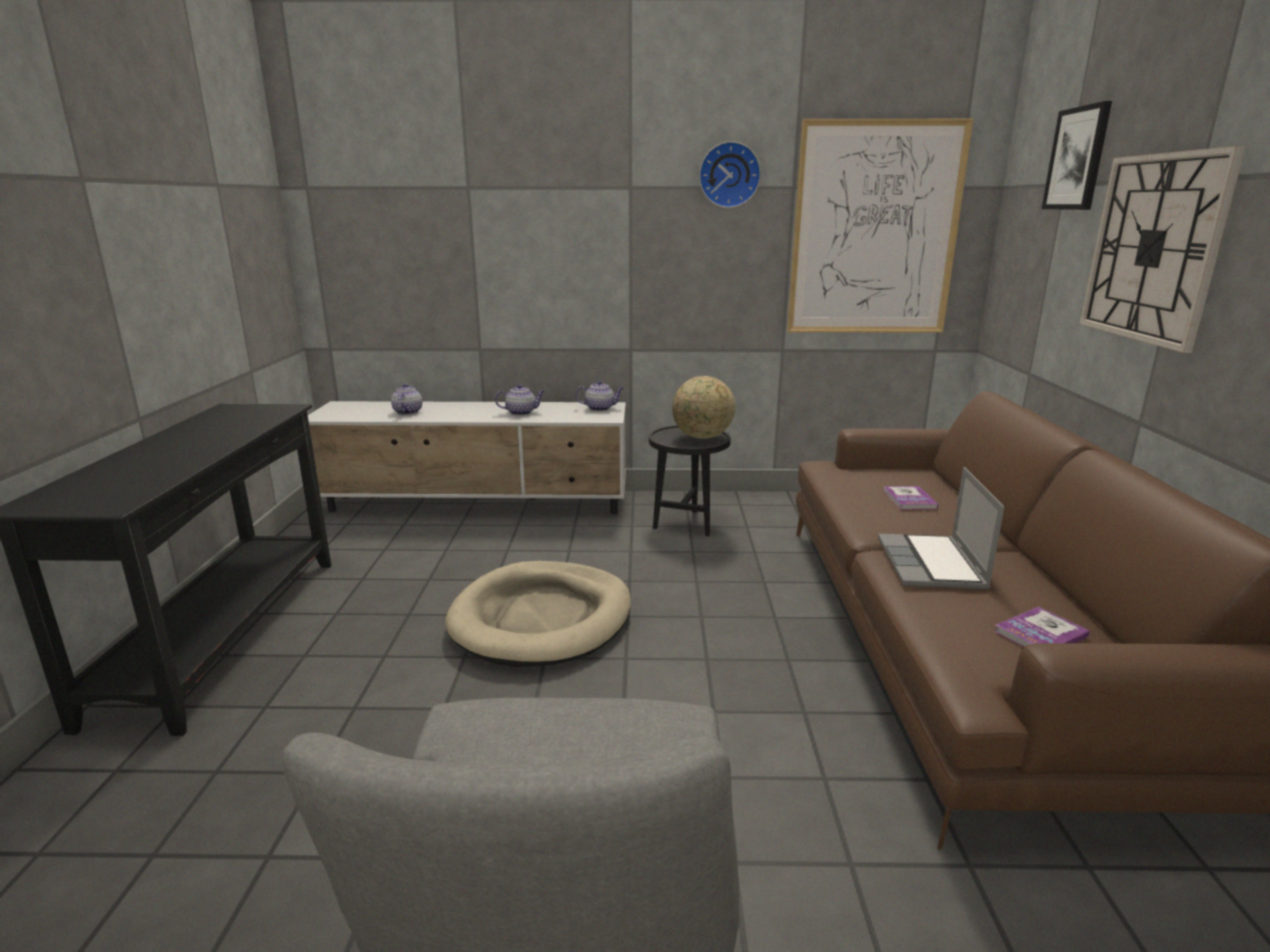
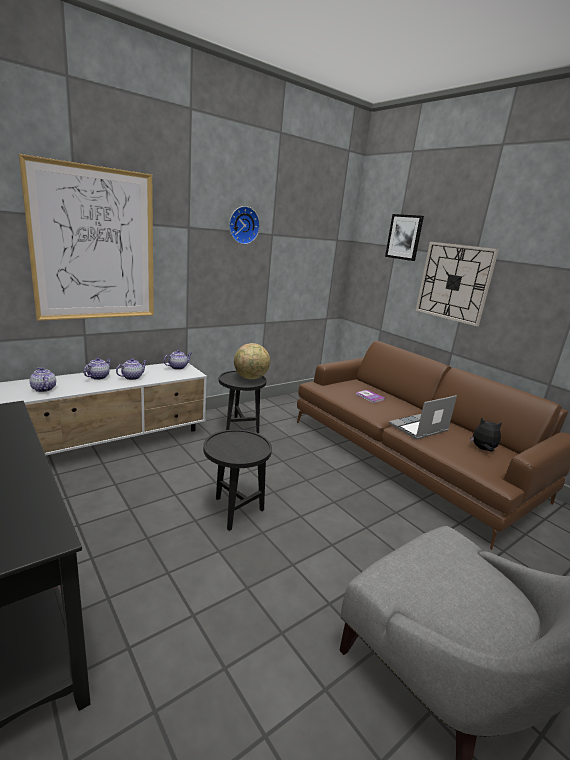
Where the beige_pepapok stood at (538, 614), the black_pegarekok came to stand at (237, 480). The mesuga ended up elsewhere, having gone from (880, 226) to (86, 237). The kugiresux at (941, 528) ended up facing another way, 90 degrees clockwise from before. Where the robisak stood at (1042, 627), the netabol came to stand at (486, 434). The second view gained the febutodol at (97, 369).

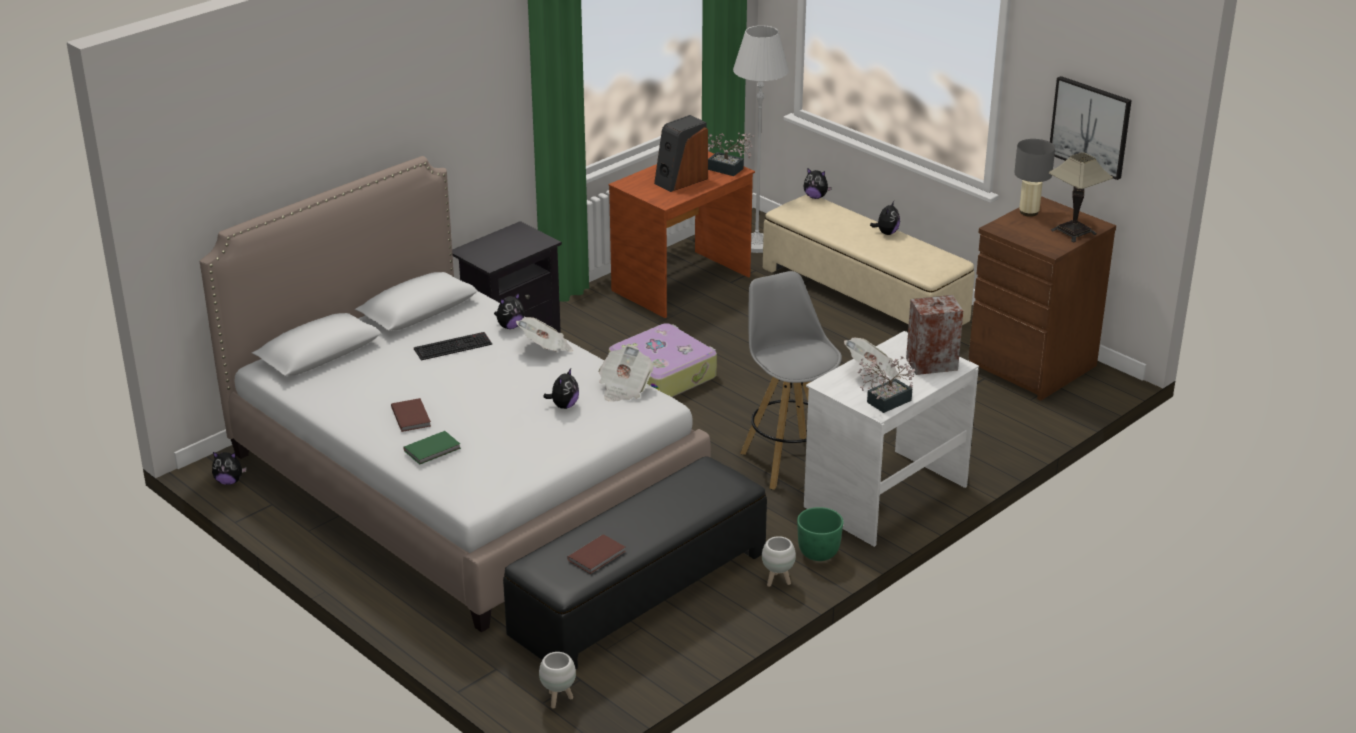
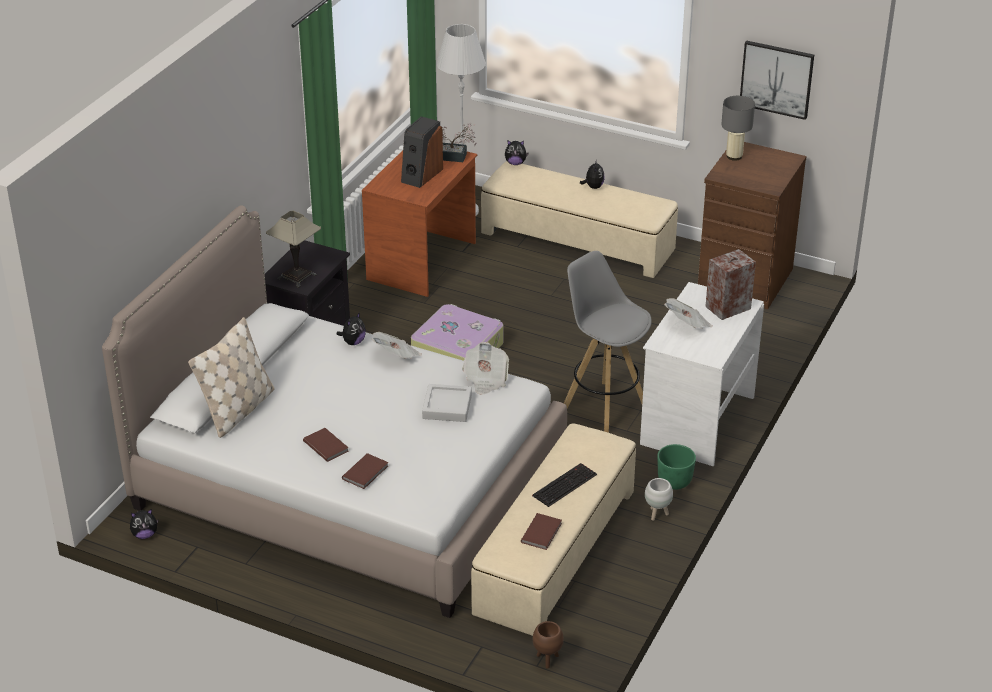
What was the green_robisak at (432, 448) turned into the brown_robisak at (365, 471). The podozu ended up elsewhere, having gone from (453, 346) to (564, 485). What was the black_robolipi at (635, 563) turned into the beige_robolipi at (553, 529). What was the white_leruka at (557, 680) turned into the brown_leruka at (548, 645). Where the netabol stood at (561, 388), the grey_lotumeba came to stand at (447, 403). The second view lost the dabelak at (886, 384). The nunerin ended up elsewhere, having gone from (1081, 197) to (293, 249). The second view gained the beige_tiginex at (231, 377).

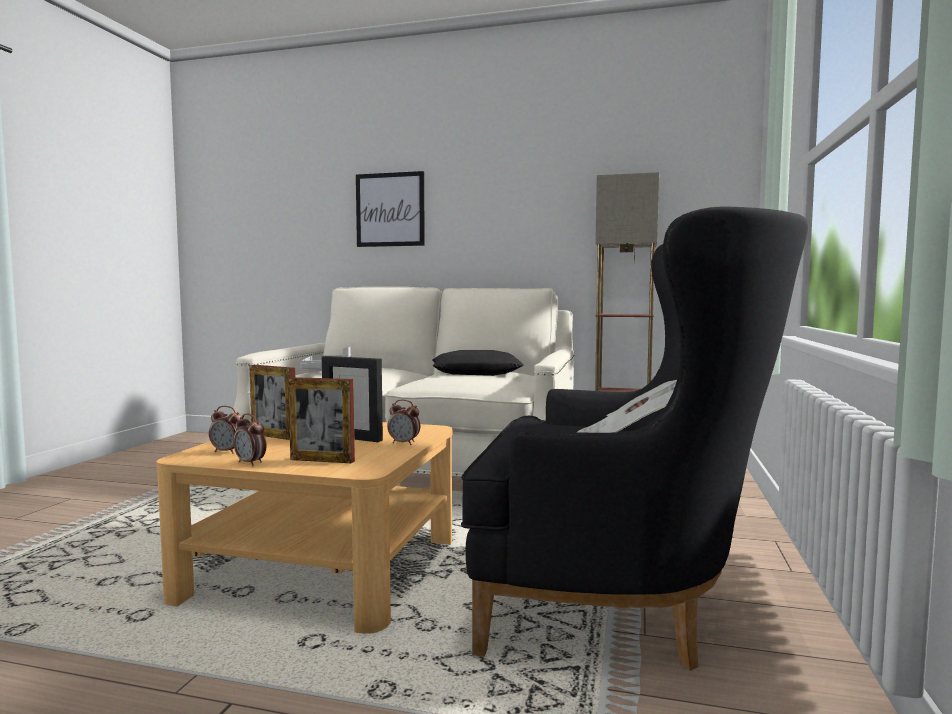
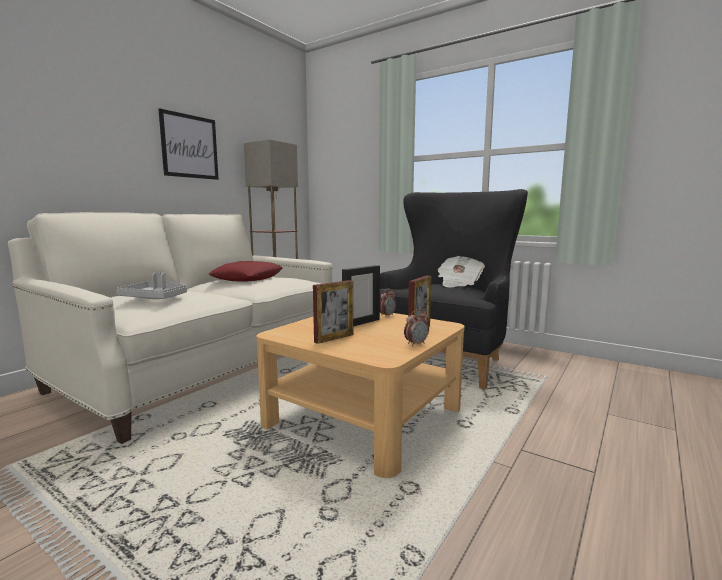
The second view lost the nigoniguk at (225, 430). The mesuga ended up elsewhere, having gone from (390, 209) to (188, 144). What was the black_tiginex at (478, 363) turned into the red_tiginex at (245, 271).

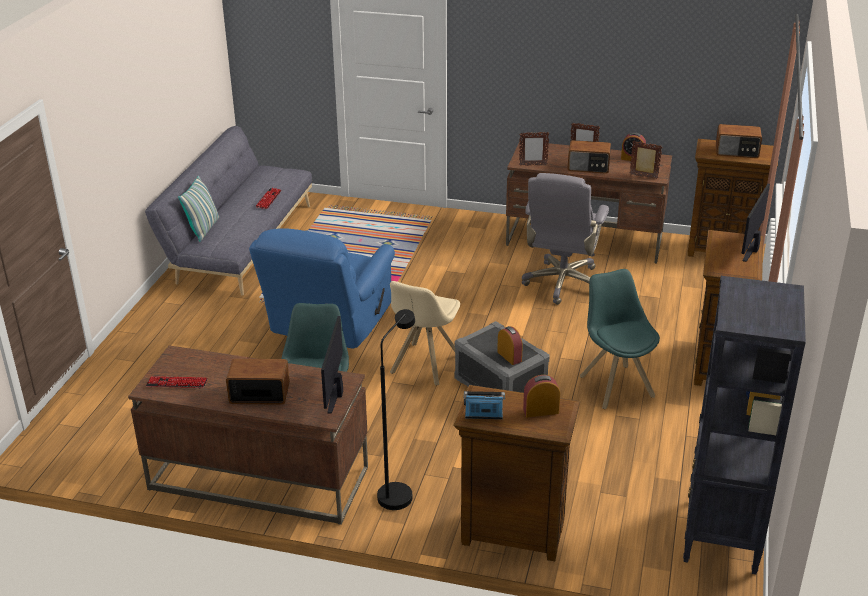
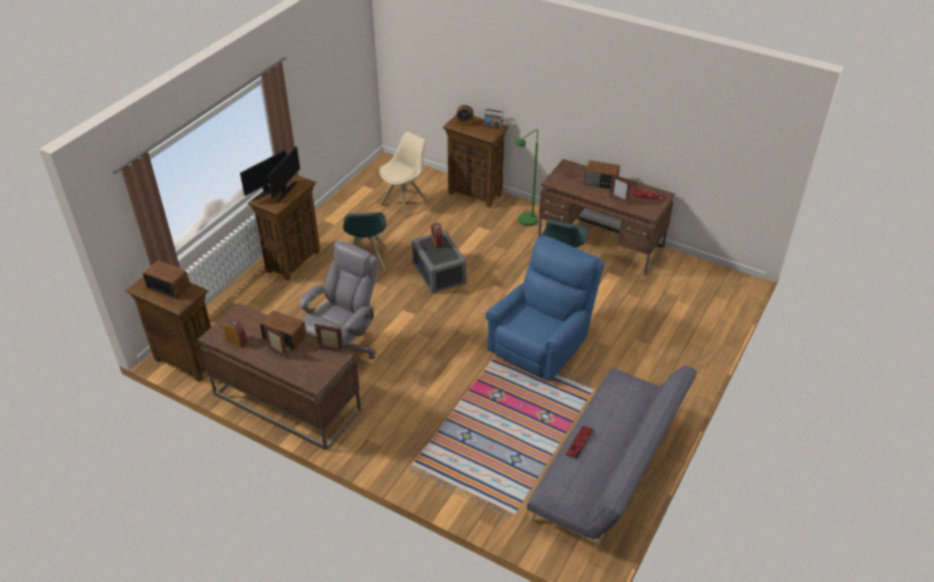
The second view lost the tiginex at (198, 208). The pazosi ended up elsewhere, having gone from (332, 365) to (284, 174). What was the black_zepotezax at (396, 409) turned into the green_zepotezax at (526, 177). The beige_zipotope ended up elsewhere, having gone from (425, 333) to (403, 175). The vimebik ended up elsewhere, having gone from (646, 160) to (620, 189). The second view lost the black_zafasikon at (744, 425).

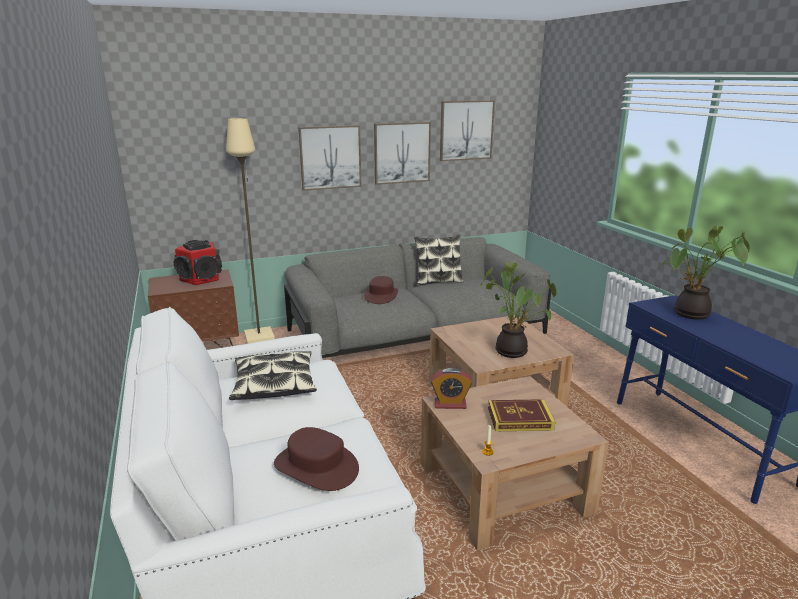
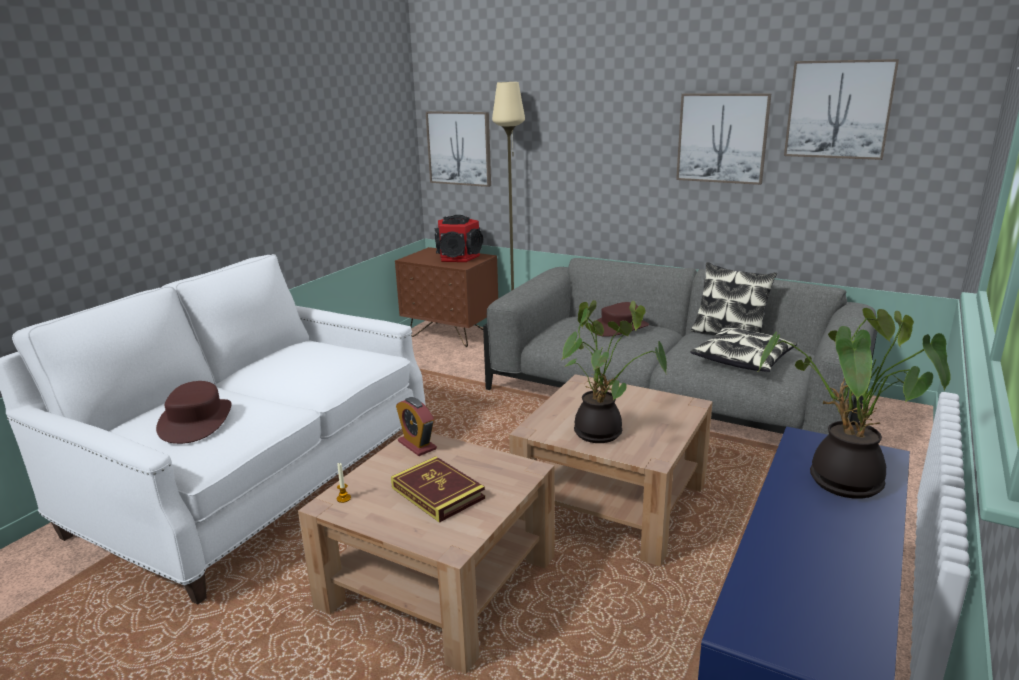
The tiginex ended up elsewhere, having gone from (273, 375) to (743, 350). The mesuga ended up elsewhere, having gone from (330, 158) to (458, 149).

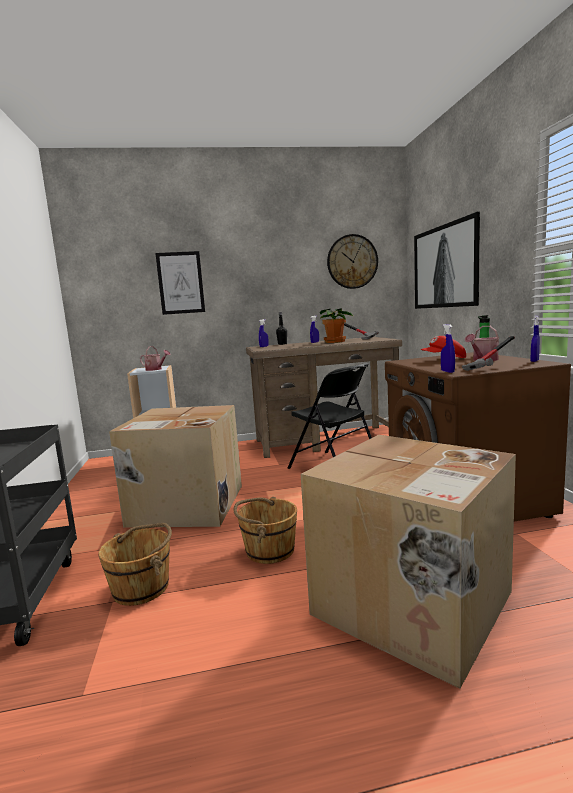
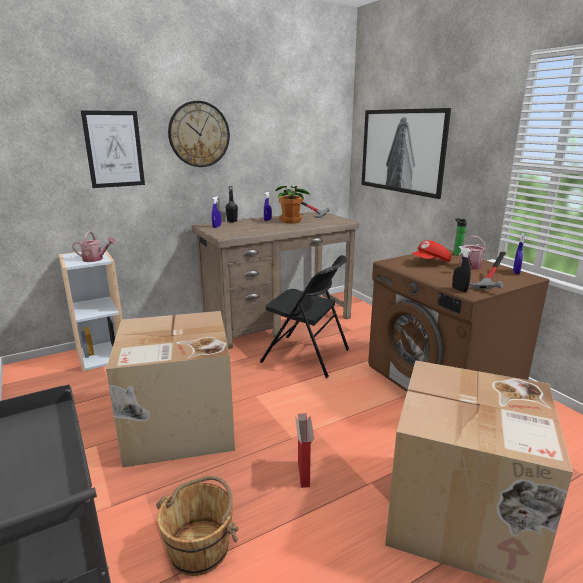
Where the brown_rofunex stood at (265, 530), the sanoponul came to stand at (304, 450). The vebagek ended up elsewhere, having gone from (352, 261) to (199, 134). What was the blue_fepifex at (448, 348) turned into the black_fepifex at (461, 269).

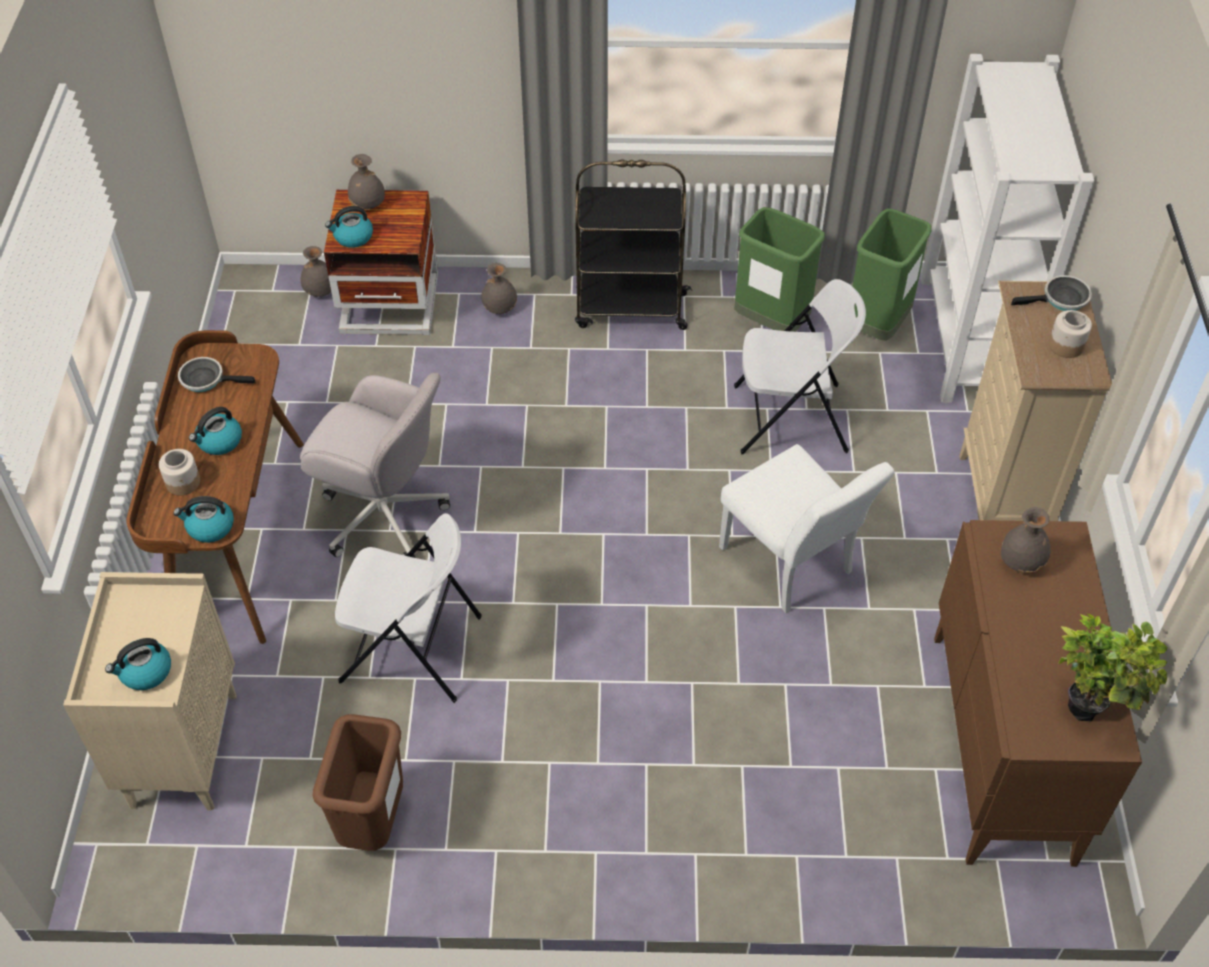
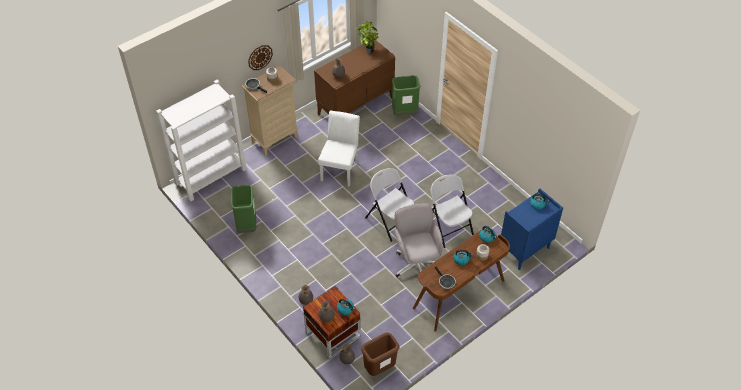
What was the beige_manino at (150, 691) turned into the blue_manino at (532, 229). The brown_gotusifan ended up elsewhere, having gone from (357, 782) to (380, 354). The second view lost the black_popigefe at (633, 244). The white_zipotope ended up elsewhere, having gone from (800, 367) to (389, 205). The green_gotusifan ended up elsewhere, having gone from (892, 275) to (406, 95). The second view gained the vebagek at (260, 57).

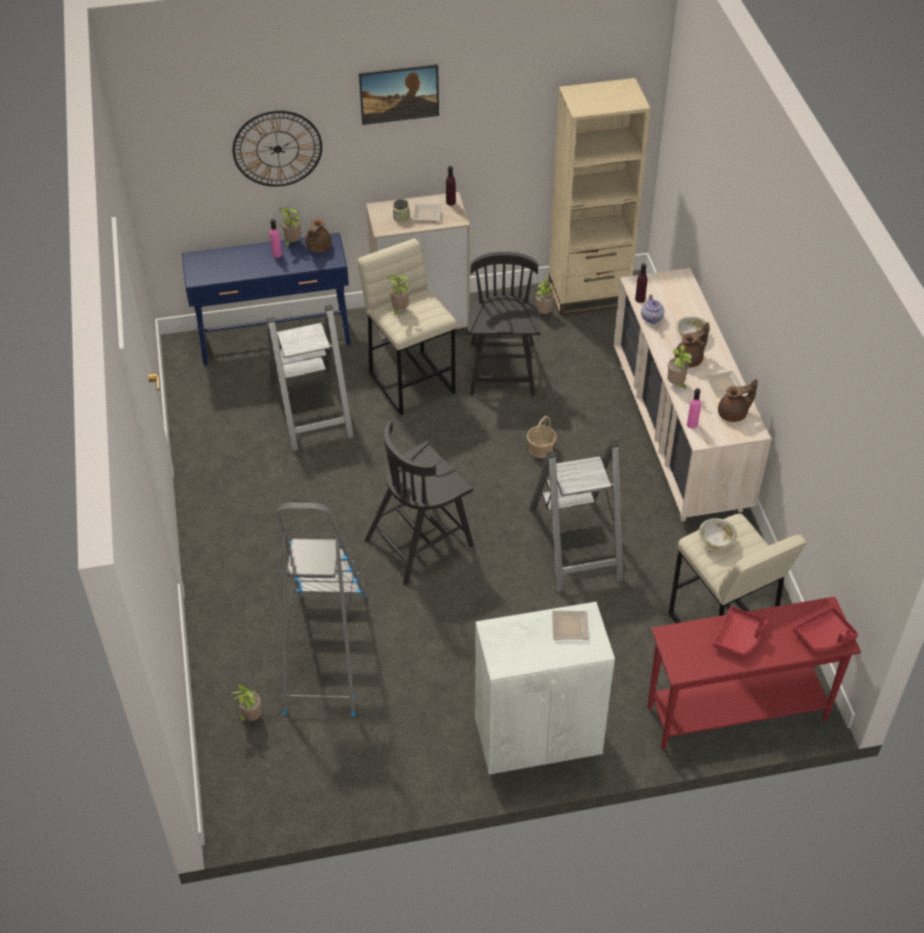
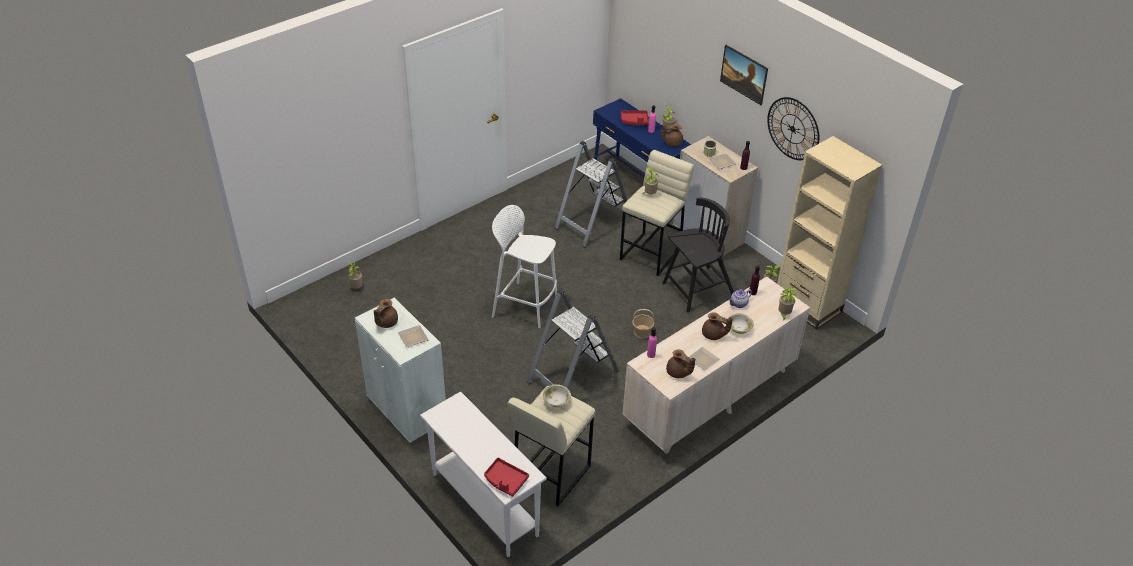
The vebagek ended up elsewhere, having gone from (277, 149) to (793, 128). The second view lost the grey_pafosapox at (322, 610). Where the black_zipotope stood at (419, 503), the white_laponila came to stand at (524, 266). What was the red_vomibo at (754, 673) turned into the white_vomibo at (483, 474). The dabelak ended up elsewhere, having gone from (679, 367) to (787, 304). The red_lotumeba ended up elsewhere, having gone from (740, 632) to (635, 117). The second view gained the brown_febutodol at (386, 313).

